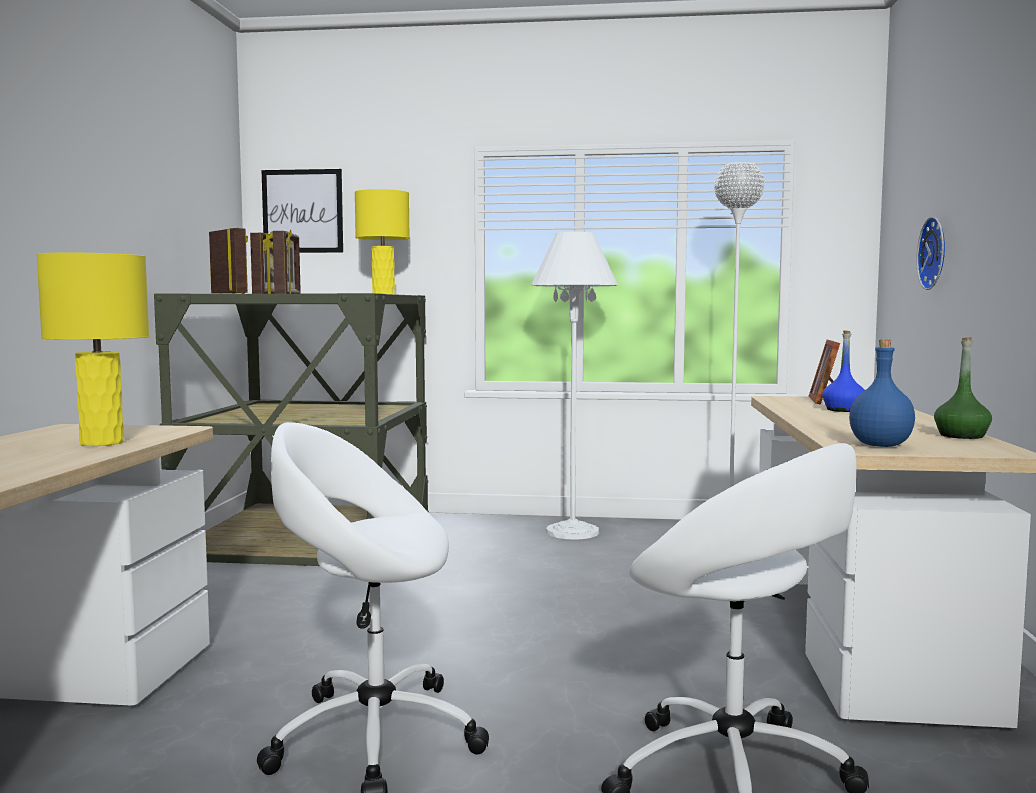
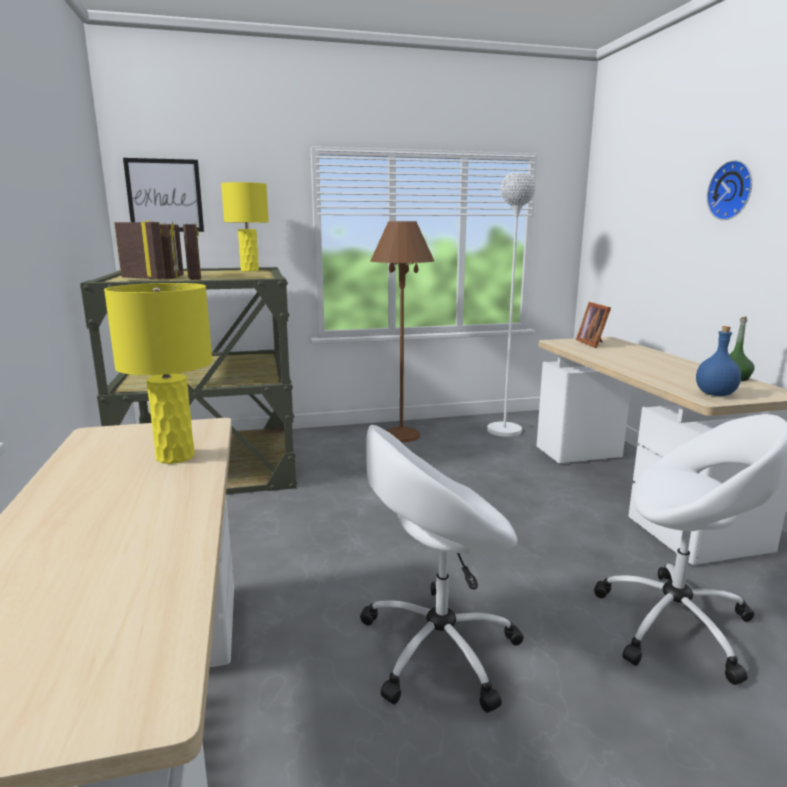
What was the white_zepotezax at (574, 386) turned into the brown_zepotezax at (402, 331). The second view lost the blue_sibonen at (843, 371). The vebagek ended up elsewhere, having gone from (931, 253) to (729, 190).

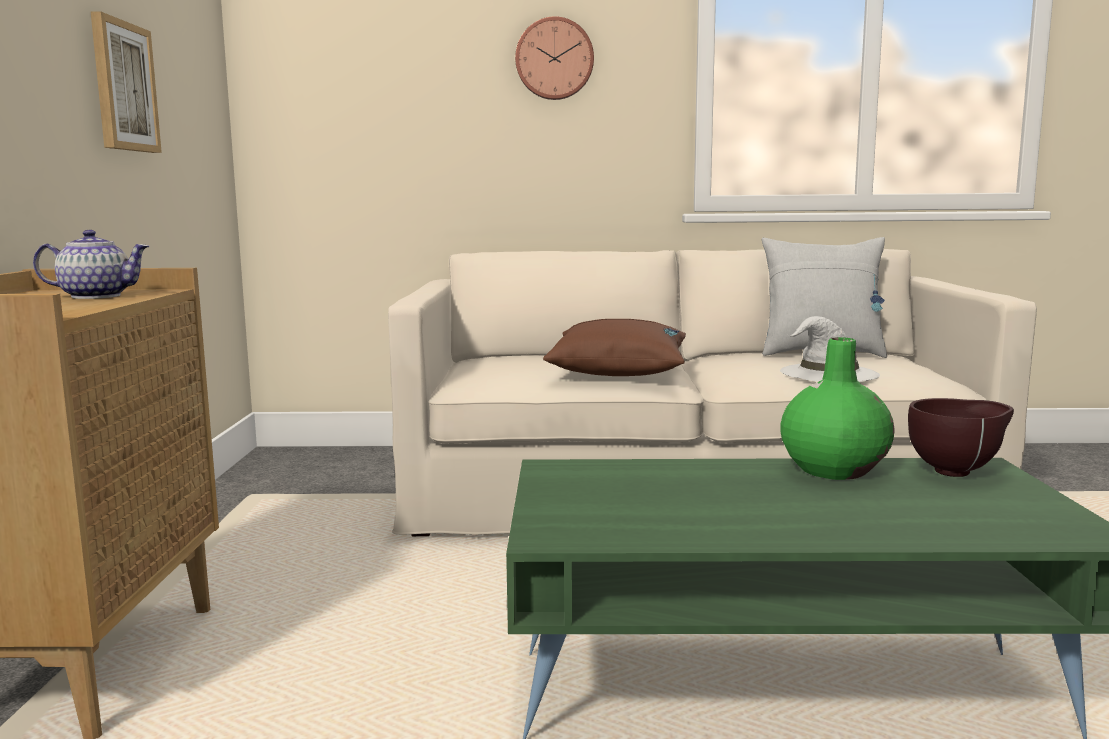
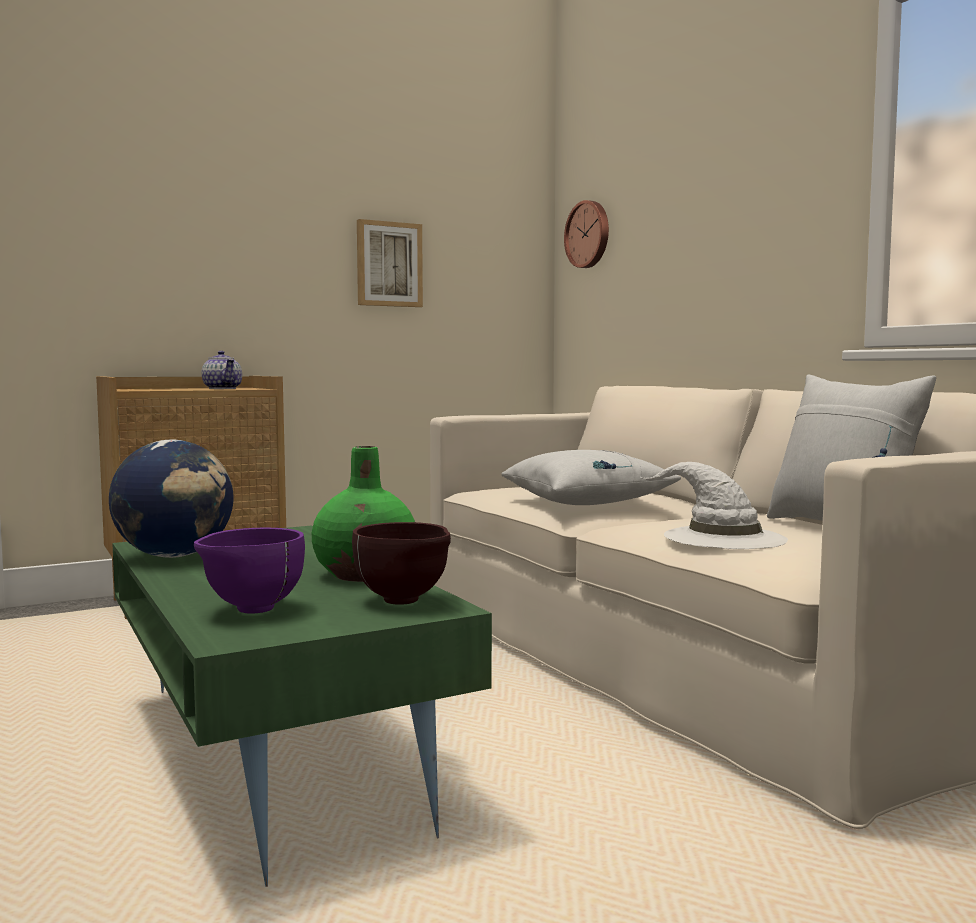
The vebagek ended up elsewhere, having gone from (554, 58) to (586, 234). What was the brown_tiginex at (614, 347) turned into the grey_tiginex at (591, 477). The second view gained the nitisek at (171, 499). The second view gained the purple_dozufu at (249, 570).

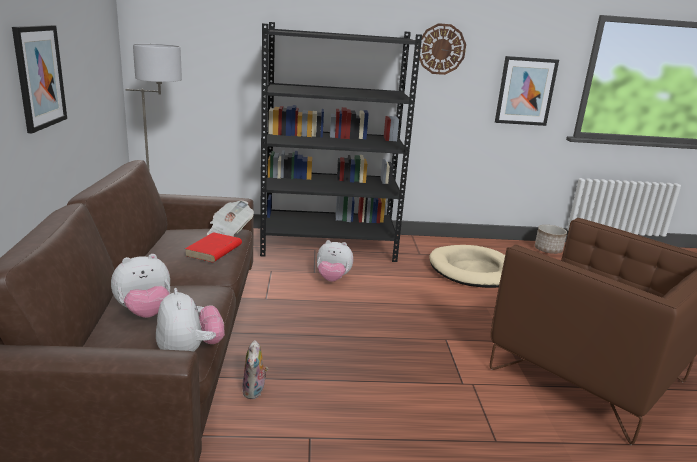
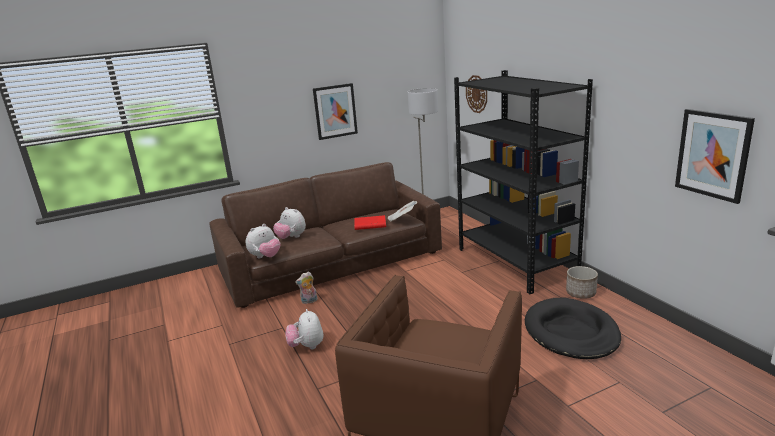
The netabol ended up elsewhere, having gone from (335, 261) to (304, 329). The vebagek ended up elsewhere, having gone from (443, 49) to (476, 94). What was the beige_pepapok at (467, 266) turned into the black_pepapok at (573, 328). The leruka ended up elsewhere, having gone from (551, 239) to (582, 282).

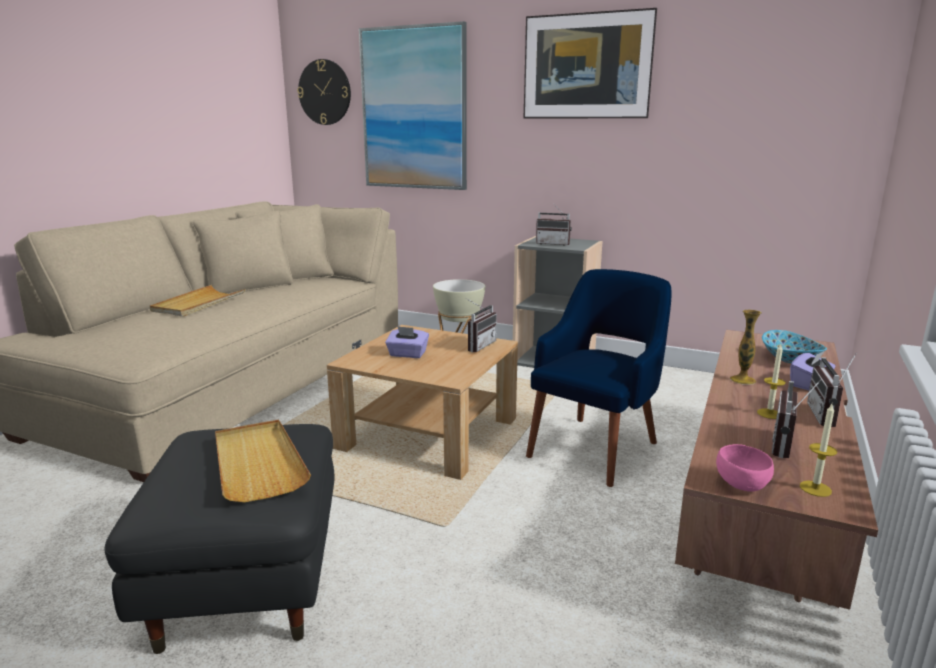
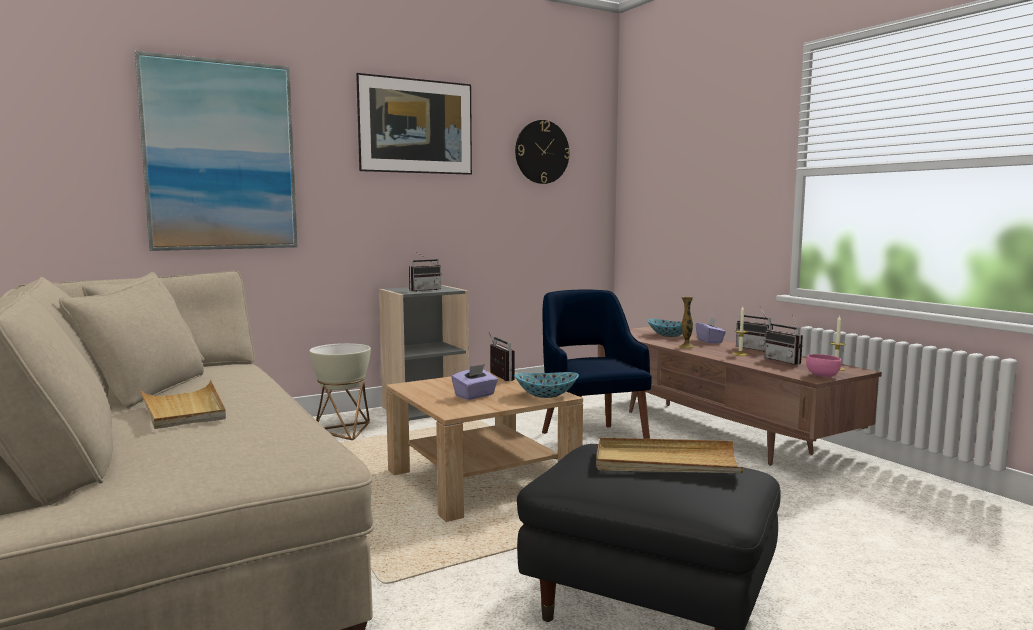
The vebagek ended up elsewhere, having gone from (324, 92) to (542, 152). The second view gained the dozufu at (546, 385).

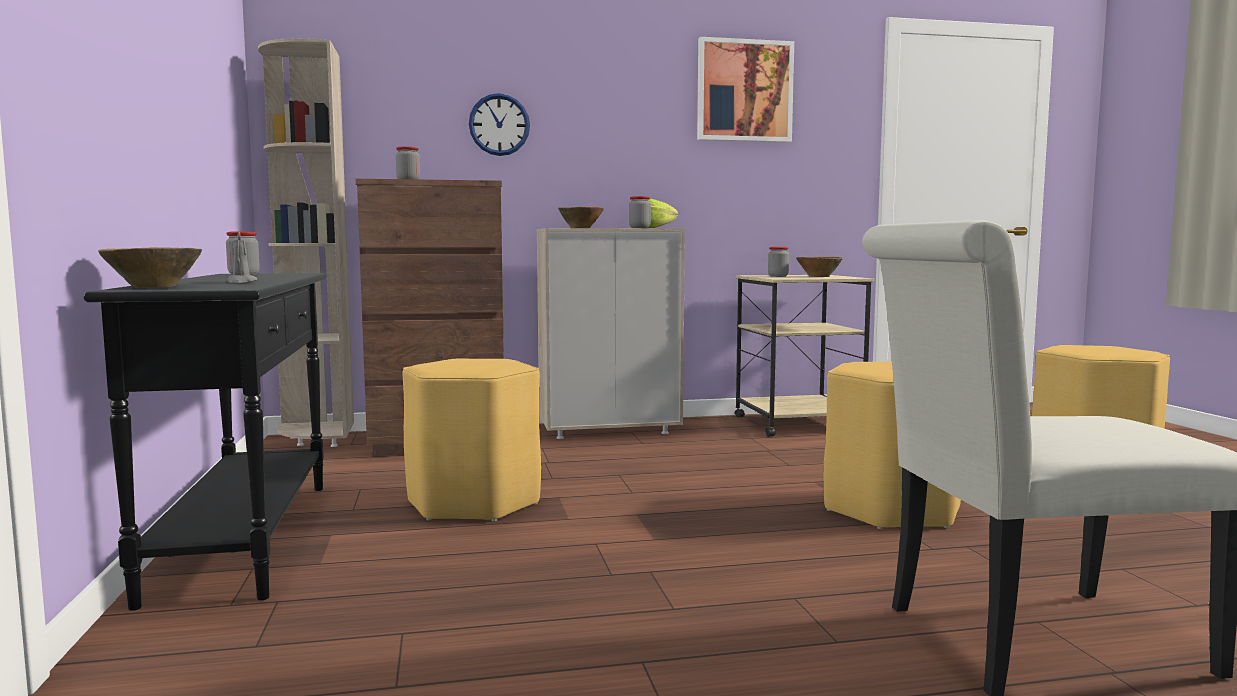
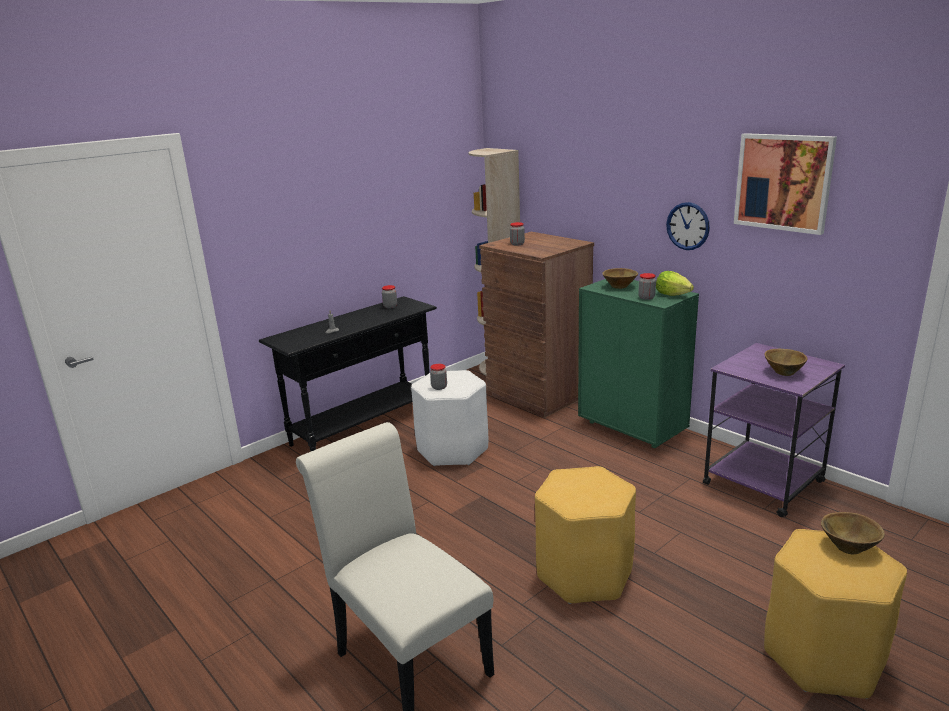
The brown_dozufu ended up elsewhere, having gone from (150, 267) to (853, 533). What was the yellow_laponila at (471, 440) turned into the white_laponila at (449, 418). The vebagek ended up elsewhere, having gone from (499, 124) to (688, 226). What was the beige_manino at (611, 333) turned into the green_manino at (638, 363). What was the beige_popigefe at (804, 356) turned into the purple_popigefe at (774, 430). The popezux ended up elsewhere, having gone from (778, 262) to (438, 377).

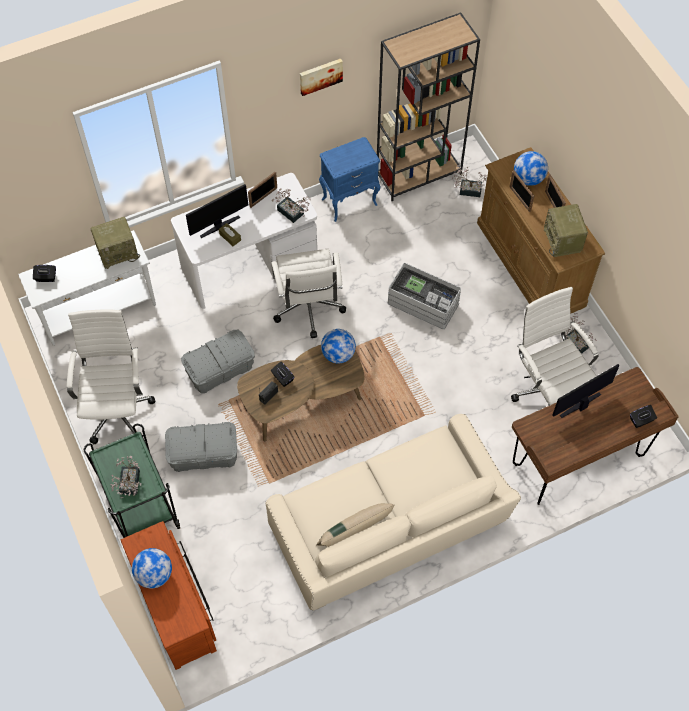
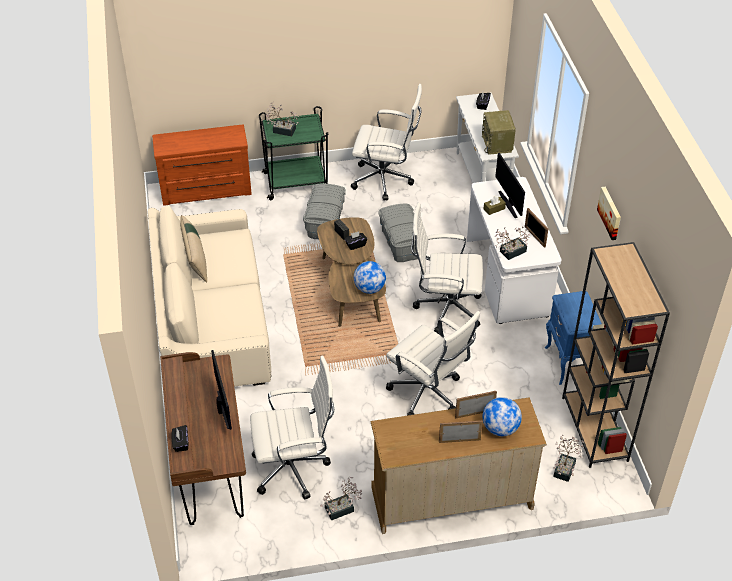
The second view lost the nitisek at (152, 568). Where the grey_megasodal stood at (424, 296), the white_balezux came to stand at (433, 363). The second view lost the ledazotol at (566, 230).

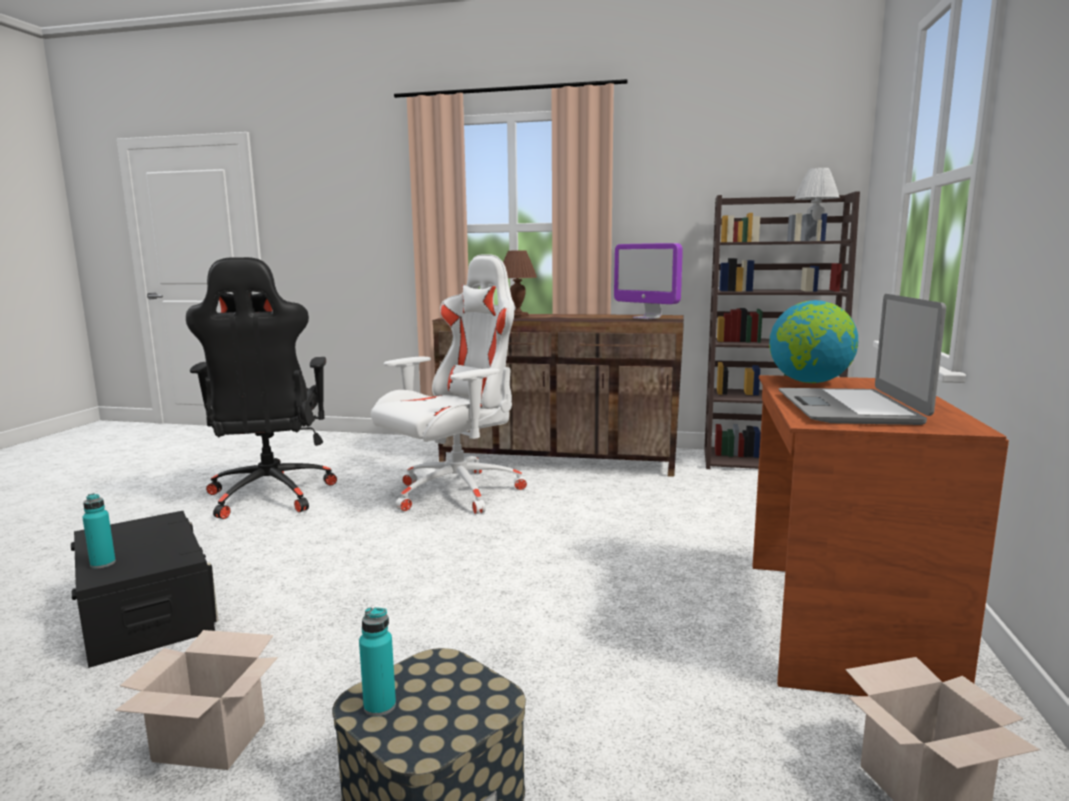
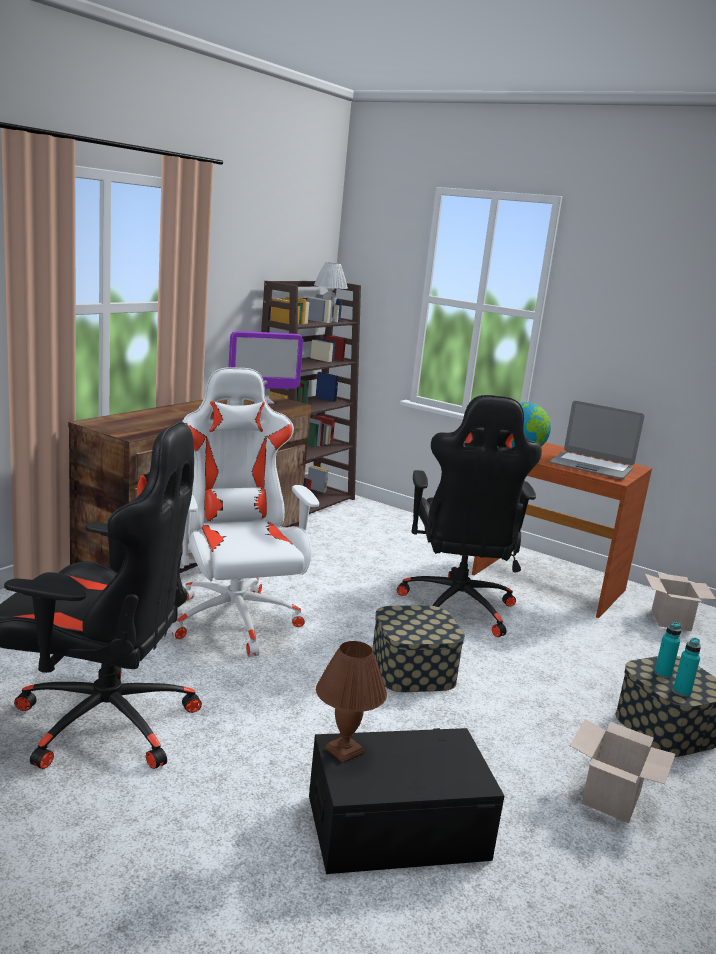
The turquoise_sibonen ended up elsewhere, having gone from (99, 531) to (668, 650). The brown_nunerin ended up elsewhere, having gone from (520, 283) to (351, 702). The second view gained the megasodal at (418, 648). The second view gained the black_balezux at (469, 516).

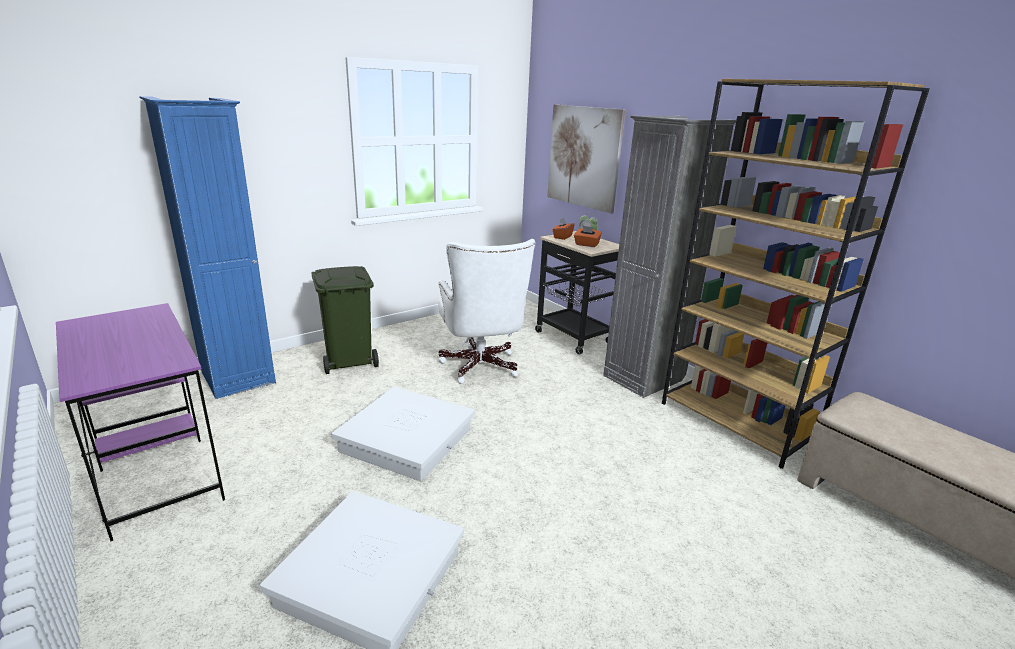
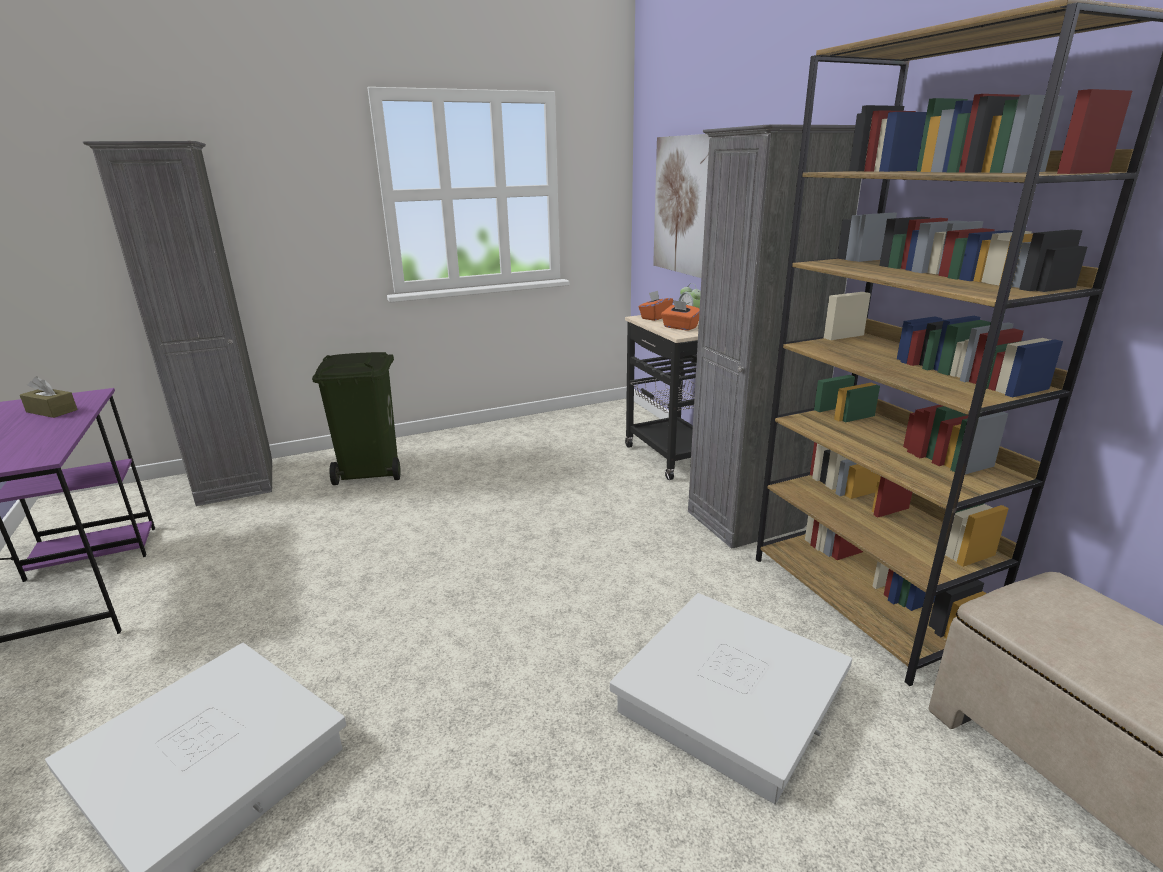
What was the blue_manino at (207, 247) turned into the grey_manino at (177, 323). The white_megasodal ended up elsewhere, having gone from (403, 434) to (731, 698). The second view lost the white_balezux at (486, 311). The second view gained the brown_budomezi at (49, 397).

